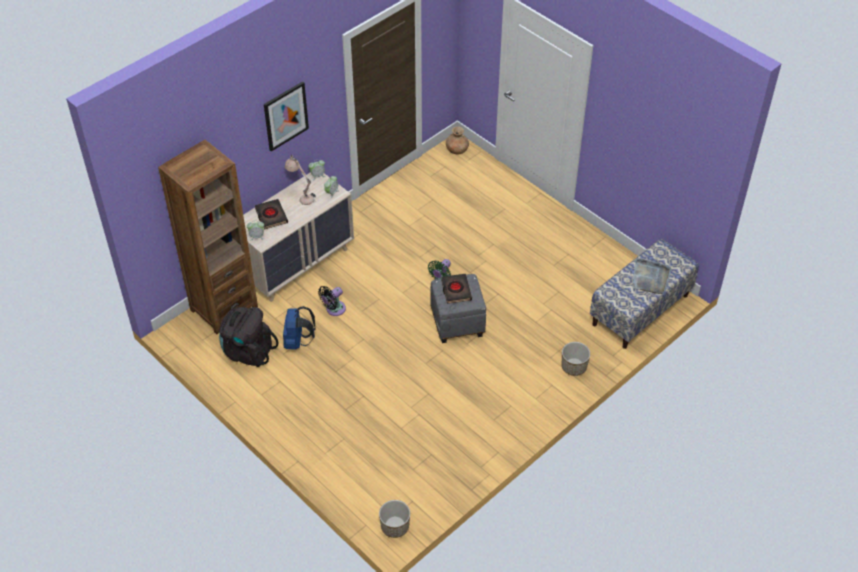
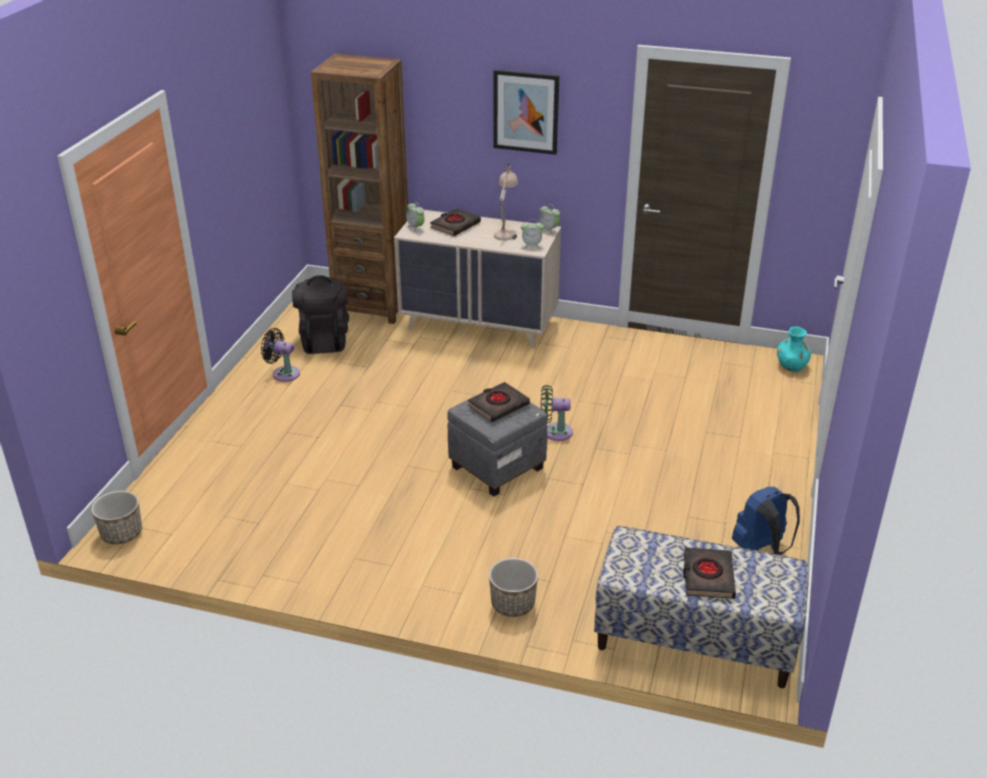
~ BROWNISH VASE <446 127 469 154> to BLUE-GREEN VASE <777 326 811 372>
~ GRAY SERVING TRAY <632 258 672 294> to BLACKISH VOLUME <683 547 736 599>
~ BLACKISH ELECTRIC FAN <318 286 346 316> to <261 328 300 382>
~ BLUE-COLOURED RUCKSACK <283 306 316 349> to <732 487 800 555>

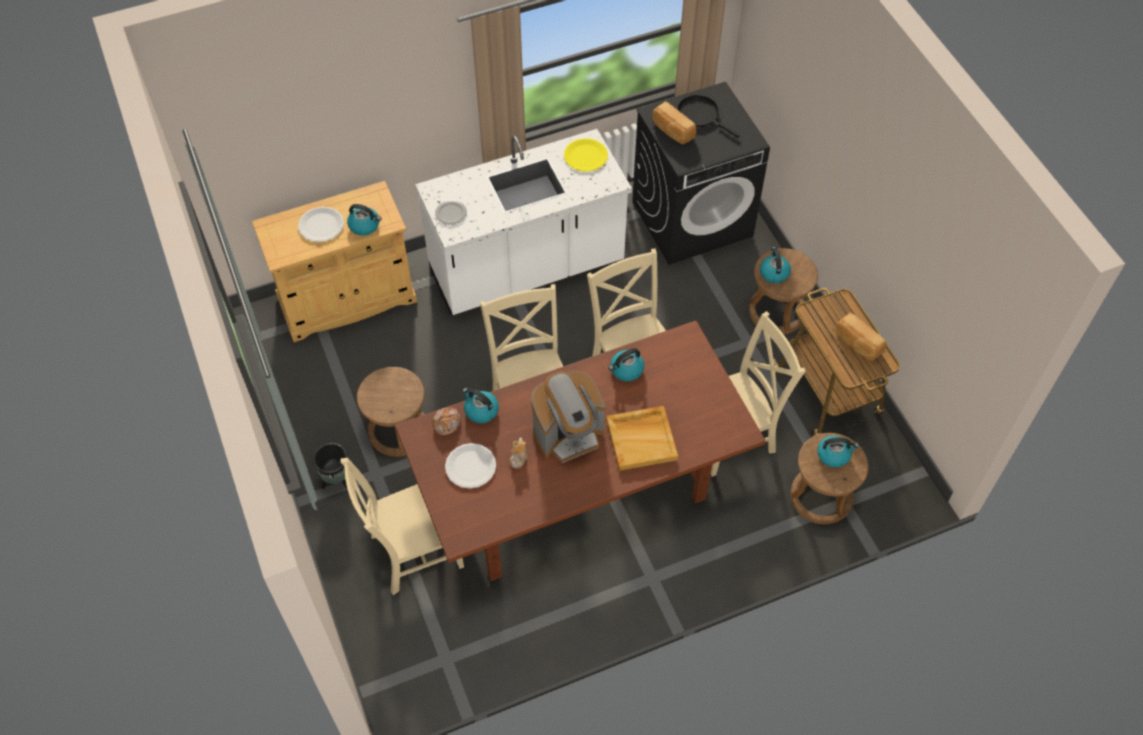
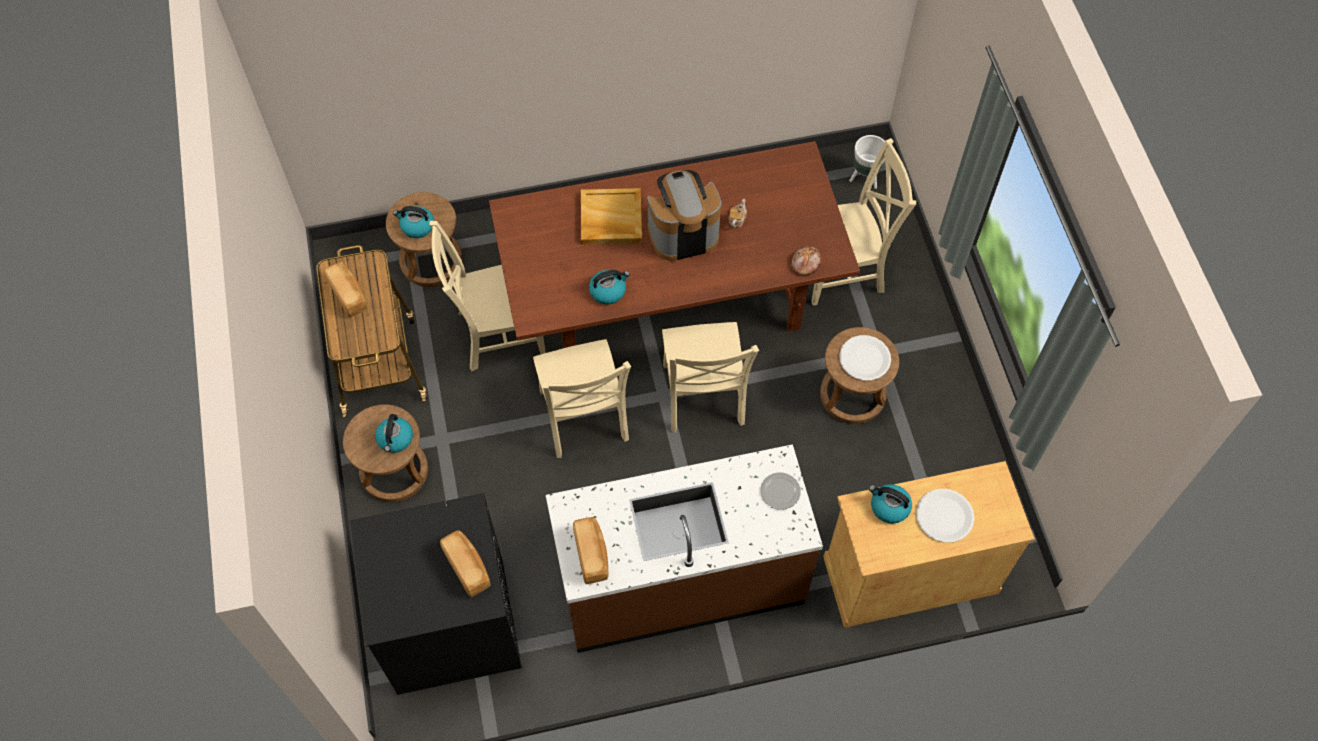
- BLACKISH PAN <677 95 740 138>
~ WHITE-COLOURED COUNTER <415 129 632 315> to BROWNISH COUNTER <546 444 823 653>
~ YELLOWISH FLAT DISH <564 138 608 172> to BAKERY BREAD <573 517 608 584>
- KETTLE <462 388 499 423>
- BLACKISH PLANTER <313 443 348 491>
~ WHITE-COLOURED FLAT DISH <445 443 496 488> to <839 335 891 381>
+ WHITE-COLOURED PLANTER <849 135 885 189>

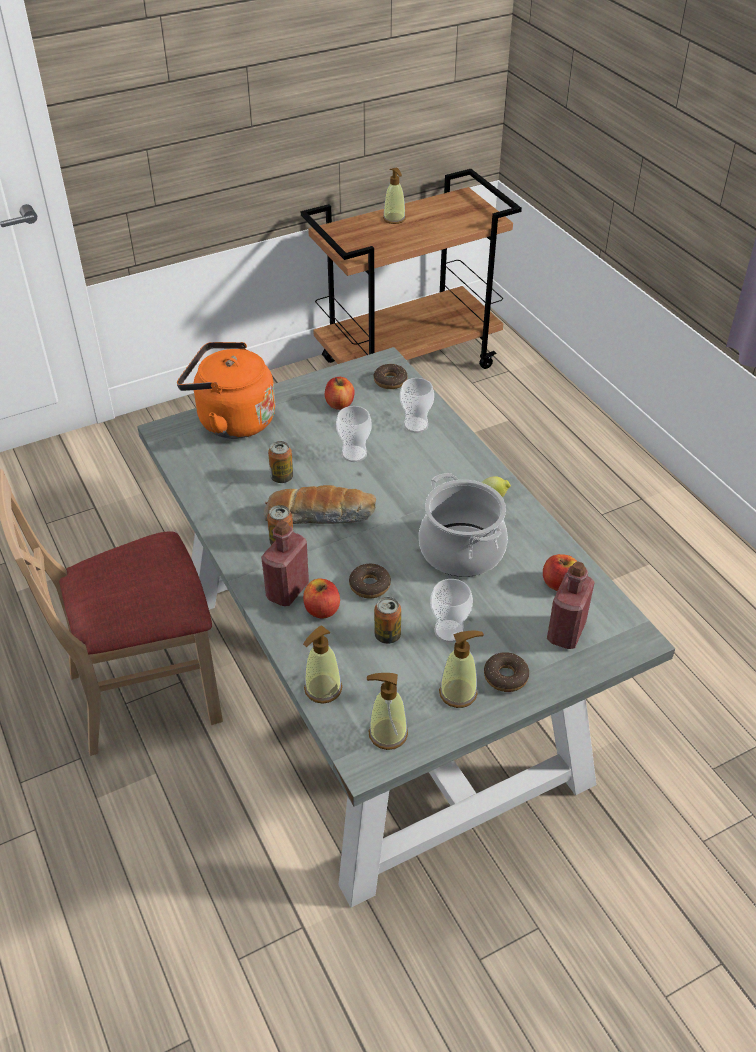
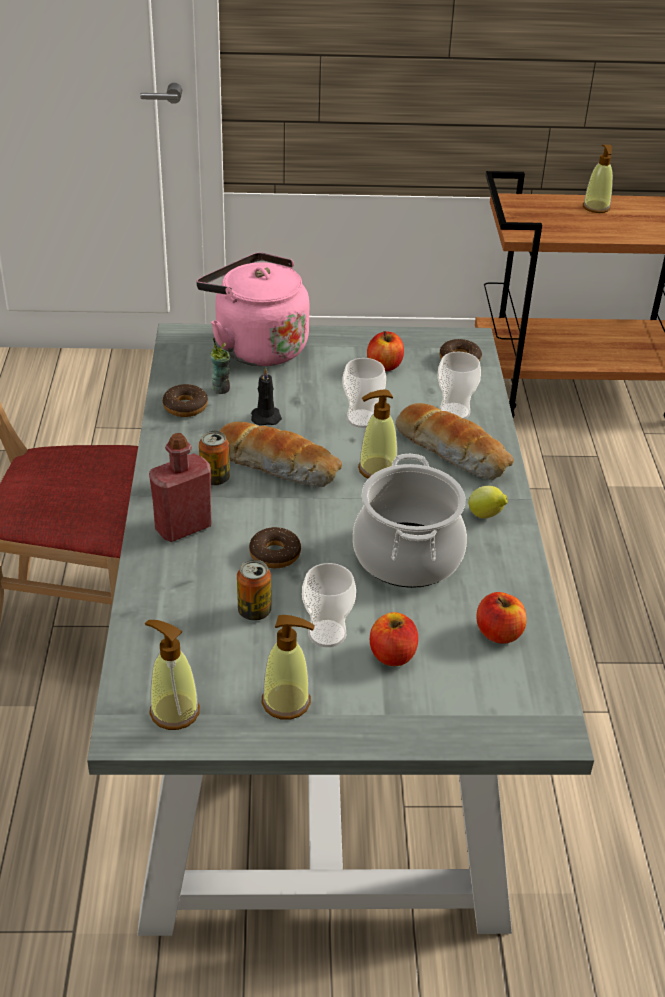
~ ORANGE KETTLE <177 342 275 439> to PINK-COLOURED KETTLE <196 253 309 366>
~ CAN <268 441 293 483> to BLACKISH WAX CANDLE <251 367 282 426>
- REDDISH DRINK BOTTLE <547 561 595 649>
~ APPLE <303 579 340 619> to <370 612 418 666>
~ LIQUID SOAP BOTTLE <303 625 342 704> to <358 389 397 478>
~ RING DOUGHNUT <484 652 529 692> to <163 384 208 417>
+ SMALL CUP <210 338 230 394>
+ BAKERY BREAD <395 403 514 480>

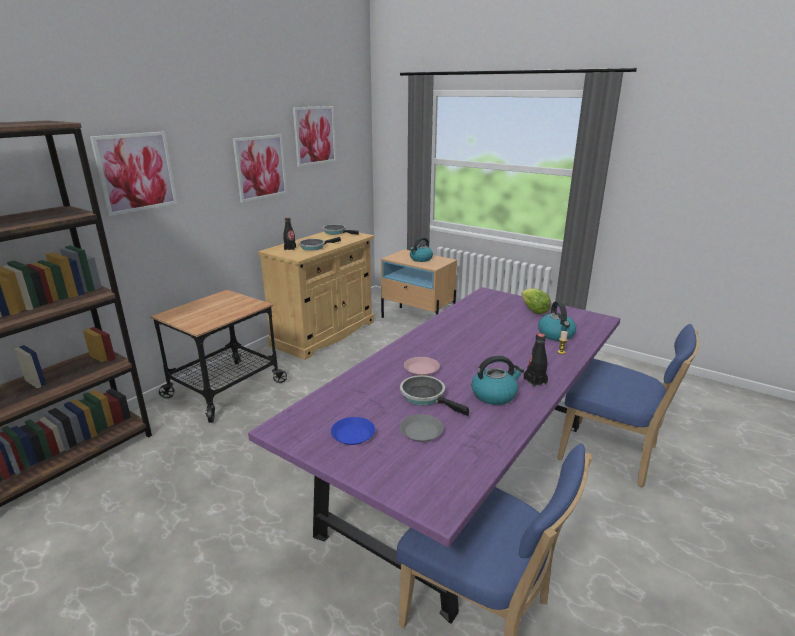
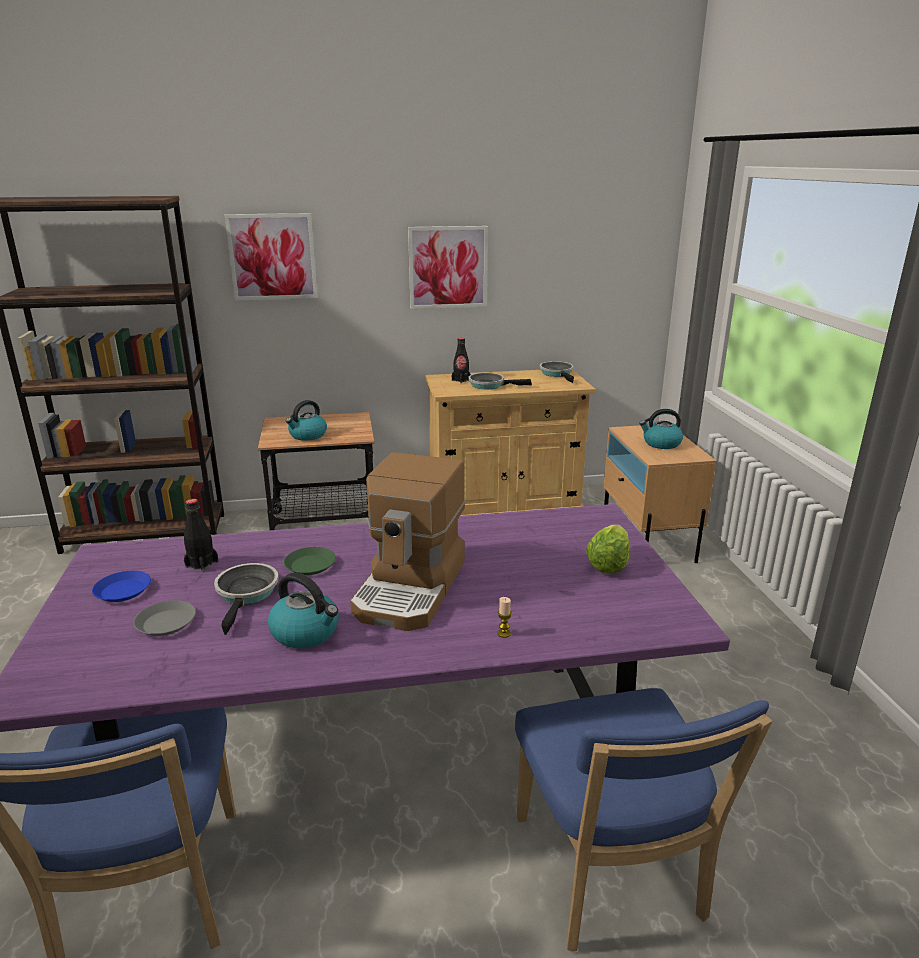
- WALL PICTURE <293 106 336 167>
~ KETTLE <538 301 576 341> to <286 400 327 441>
~ BLACKISH DRINK BOTTLE <524 333 548 387> to <184 499 218 572>
~ PINK-COLOURED FLAT DISH <404 357 440 376> to GREEN-COLOURED FLAT DISH <284 547 336 575>
+ COFFEE MAKER <350 452 466 631>

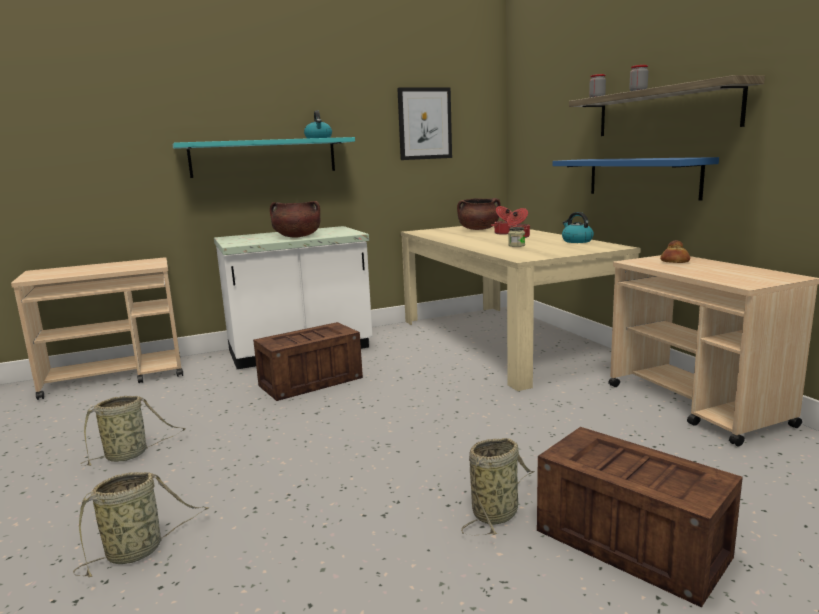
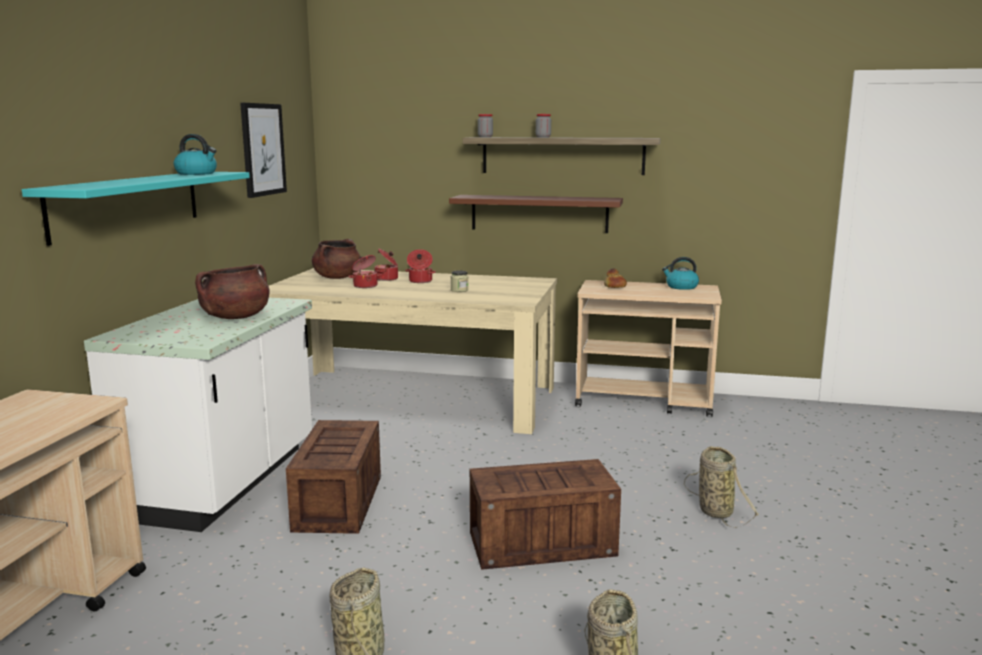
~ BLUE-COLOURED SHELF <553 157 719 201> to BROWNISH SHELF <449 195 623 233>
~ KETTLE <562 212 594 243> to <662 257 699 290>
~ CRATE <537 427 743 608> to <470 459 621 570>
+ STOCKPOT <348 255 382 288>

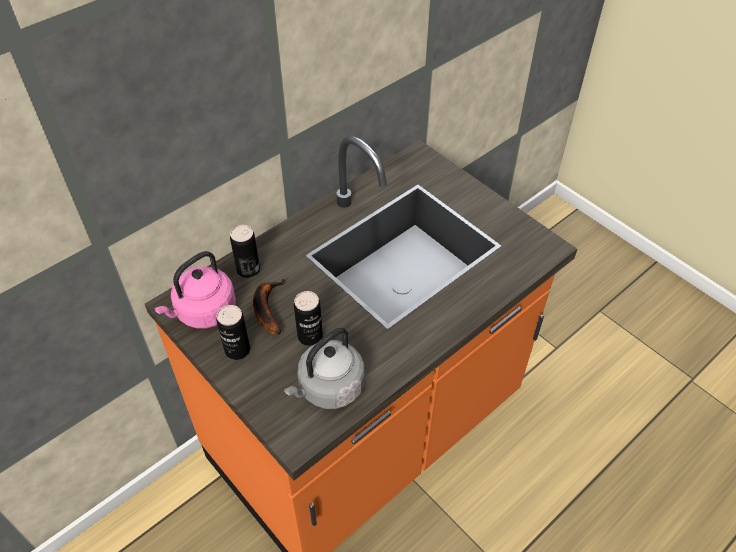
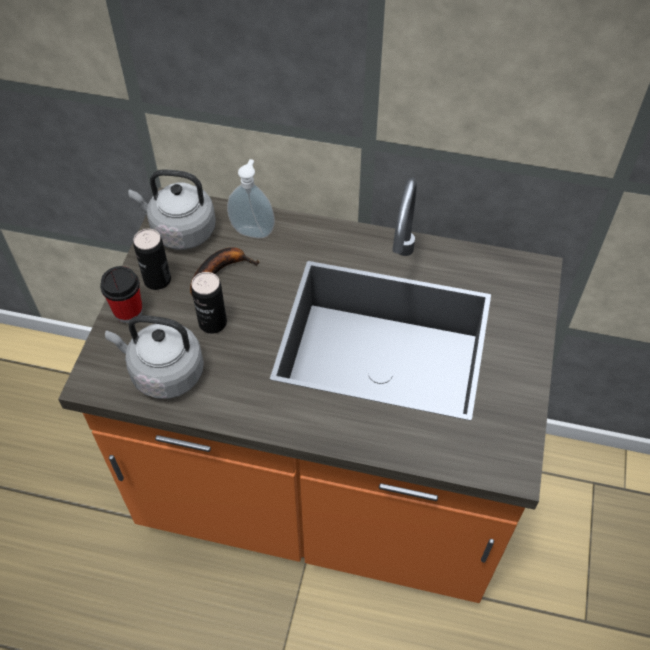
~ CAN <230 225 260 278> to LIQUID SOAP BOTTLE <227 159 275 238>
~ PINK-COLOURED KETTLE <154 251 236 329> to GRAY KETTLE <128 169 216 250>
+ SMALL CUP <100 266 143 323>

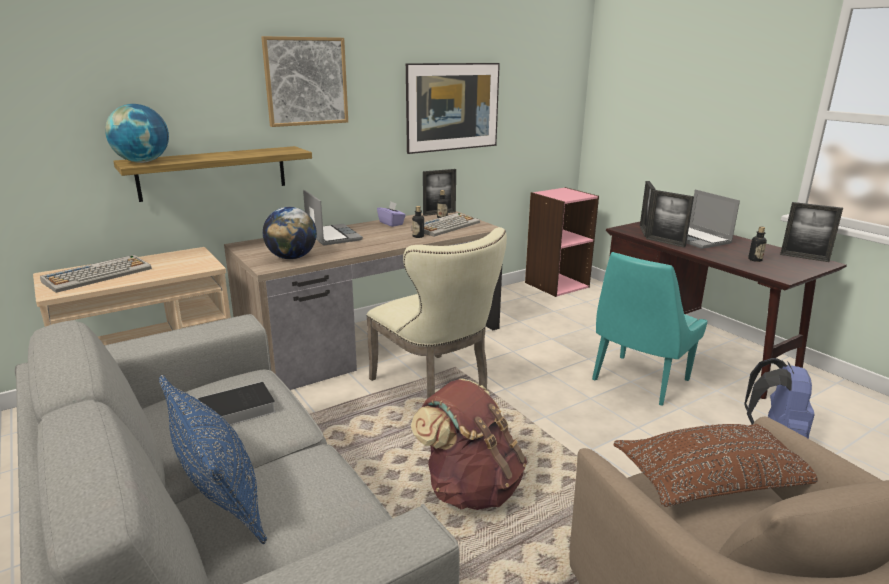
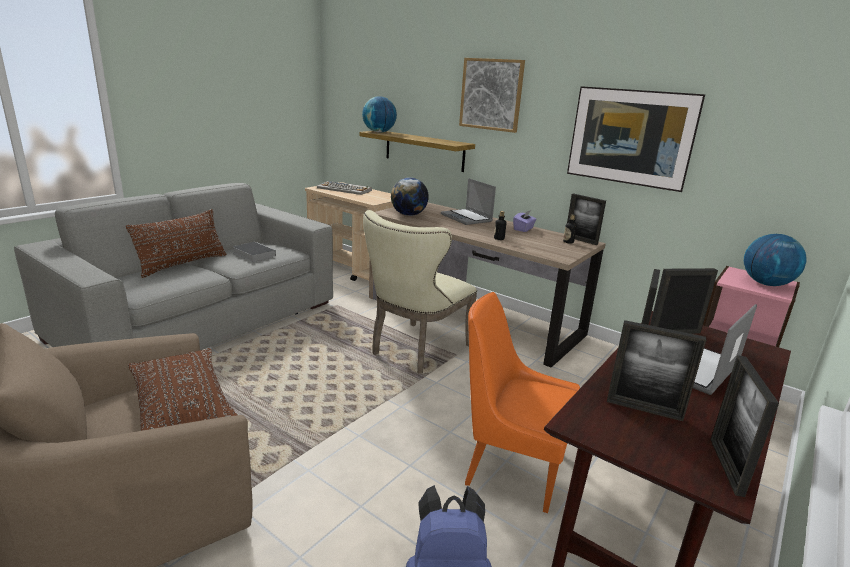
~ LAPTOP <303 190 363 246> = <441 178 496 225> 105 degrees clockwise
- COMPUTER KEYBOARD <411 213 480 237>
~ DRINK BOTTLE <748 226 767 262> to PHOTO FRAME <607 320 706 421>
~ BLUE-GREEN PLAIN CHAIR <592 252 708 406> to ORANGE PLAIN CHAIR <465 292 580 513>
~ BLUE-COLOURED THROW PILLOW <159 375 267 544> to BROWNISH THROW PILLOW <126 209 227 278>
- BROWNISH RUCKSACK <411 379 527 510>
+ DESK GLOBE <744 234 807 286>

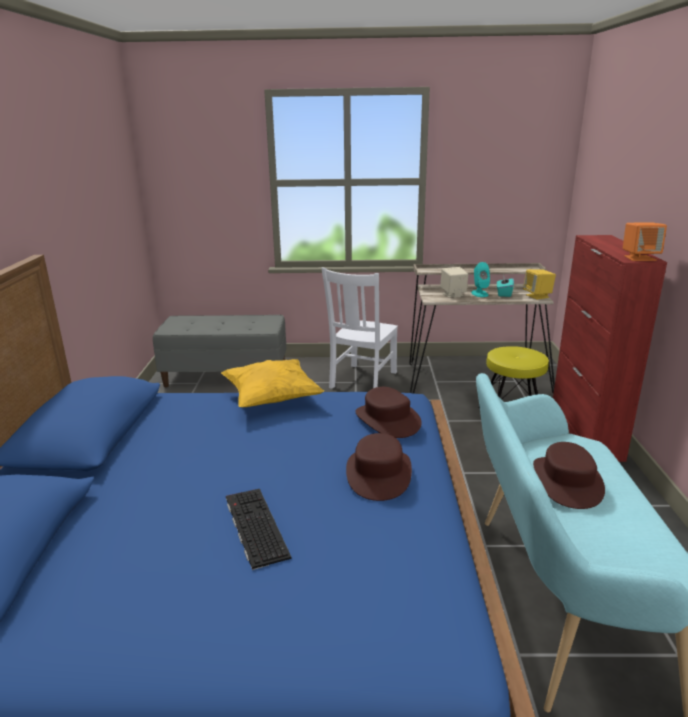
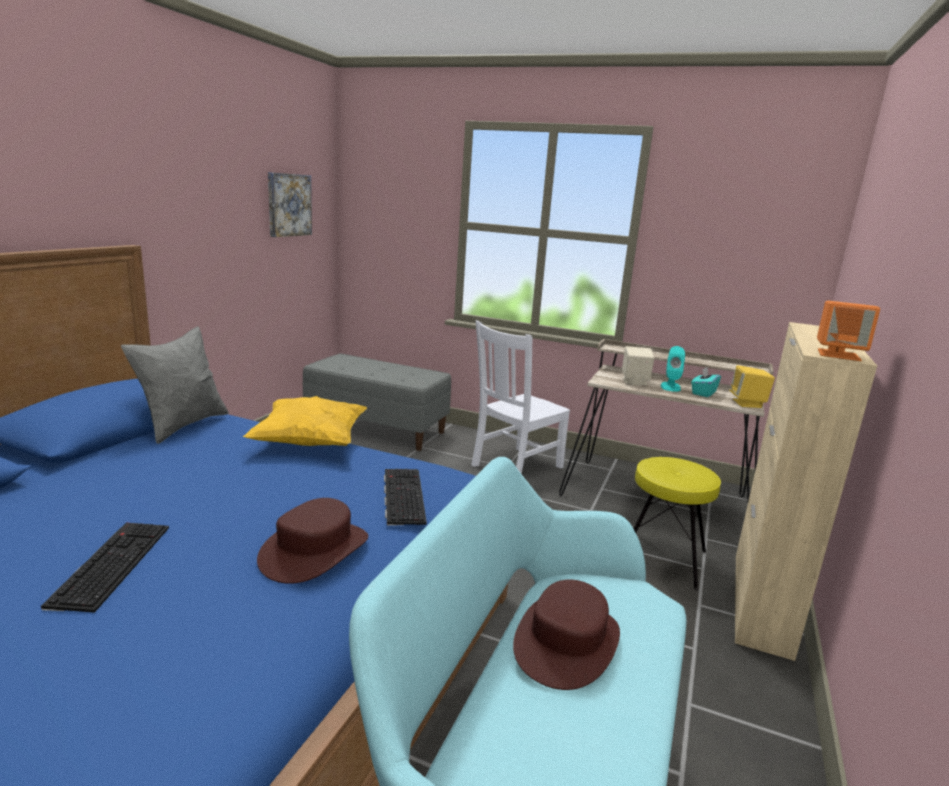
~ REDDISH CABINET <553 235 667 462> to BEIGE-COLOURED CABINET <735 322 877 661>
~ BROWNISH CLOTHING HAT <355 387 422 438> to COMPUTER KEYBOARD <384 469 427 526>
+ WALL PICTURE <268 172 312 237>
+ GRAY THROW PILLOW <121 326 229 444>

